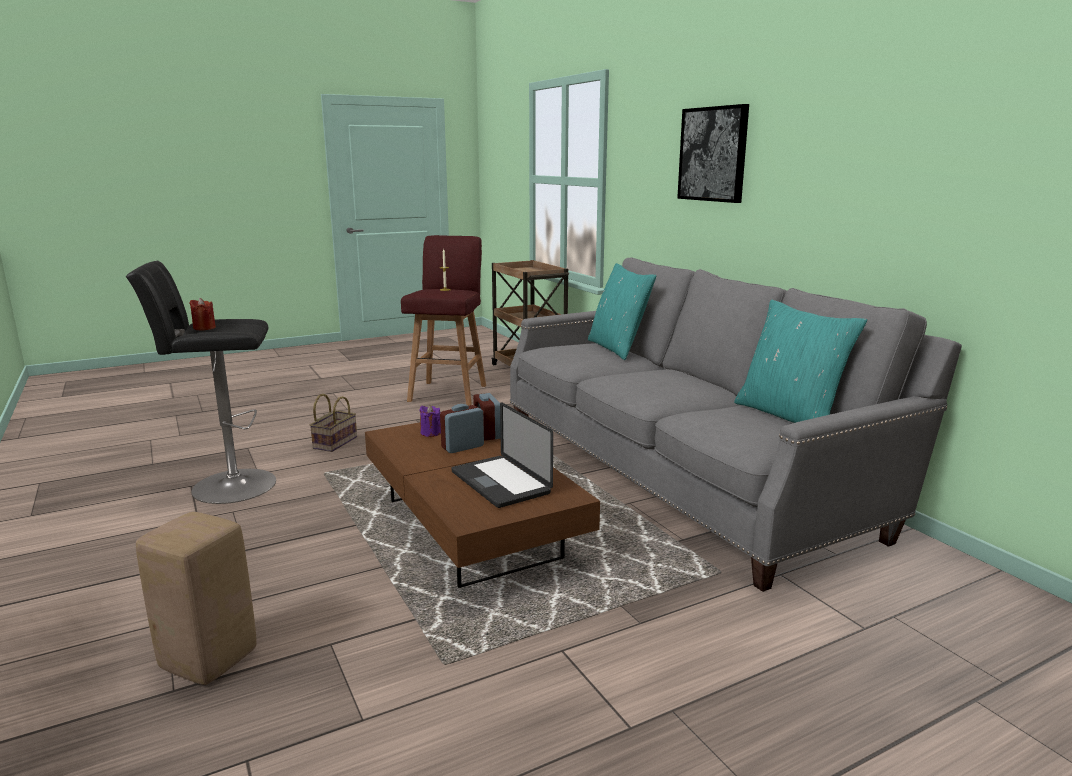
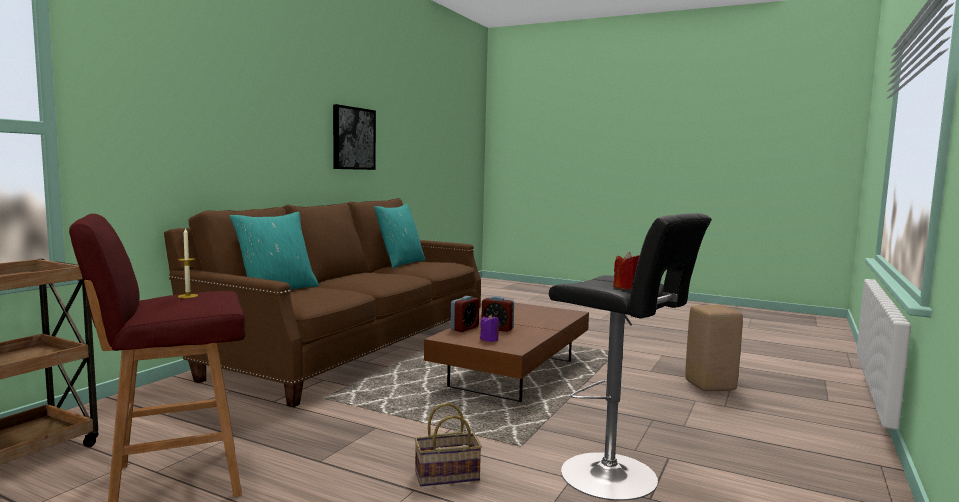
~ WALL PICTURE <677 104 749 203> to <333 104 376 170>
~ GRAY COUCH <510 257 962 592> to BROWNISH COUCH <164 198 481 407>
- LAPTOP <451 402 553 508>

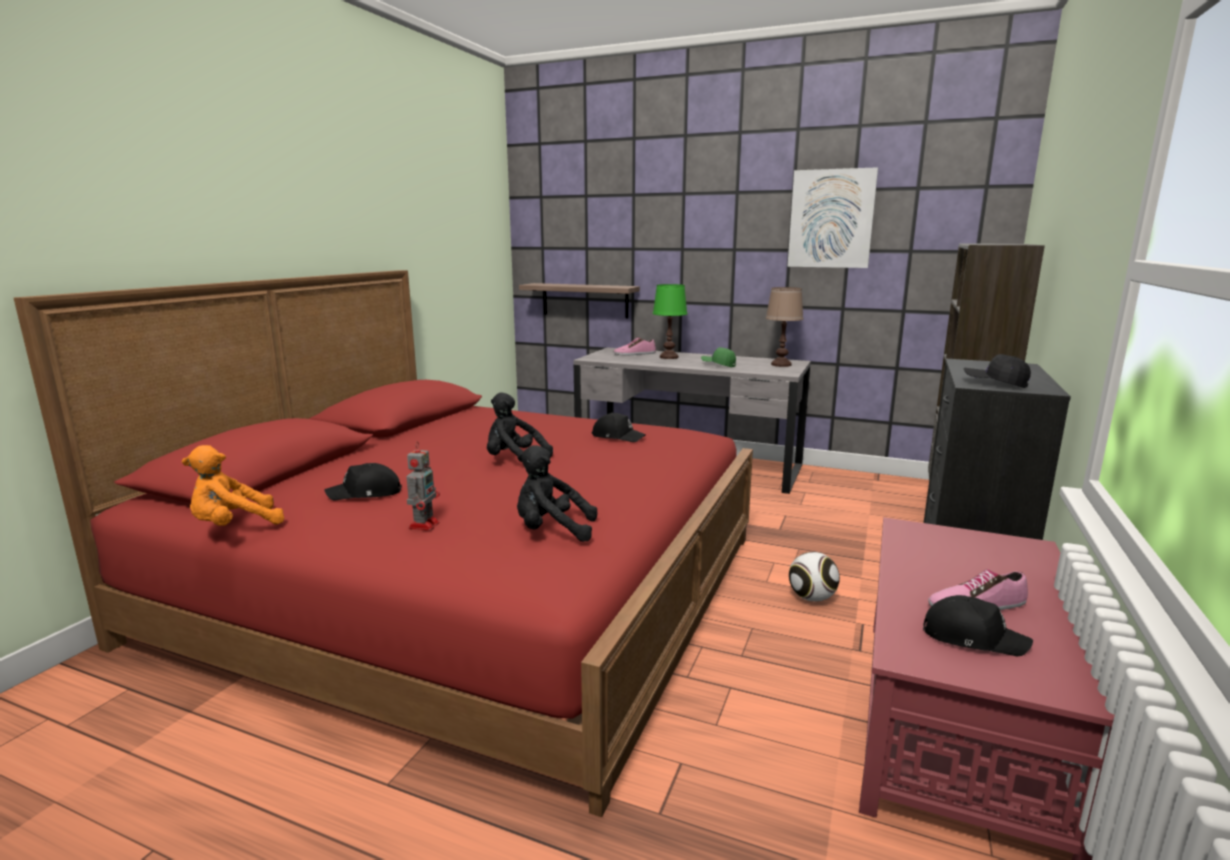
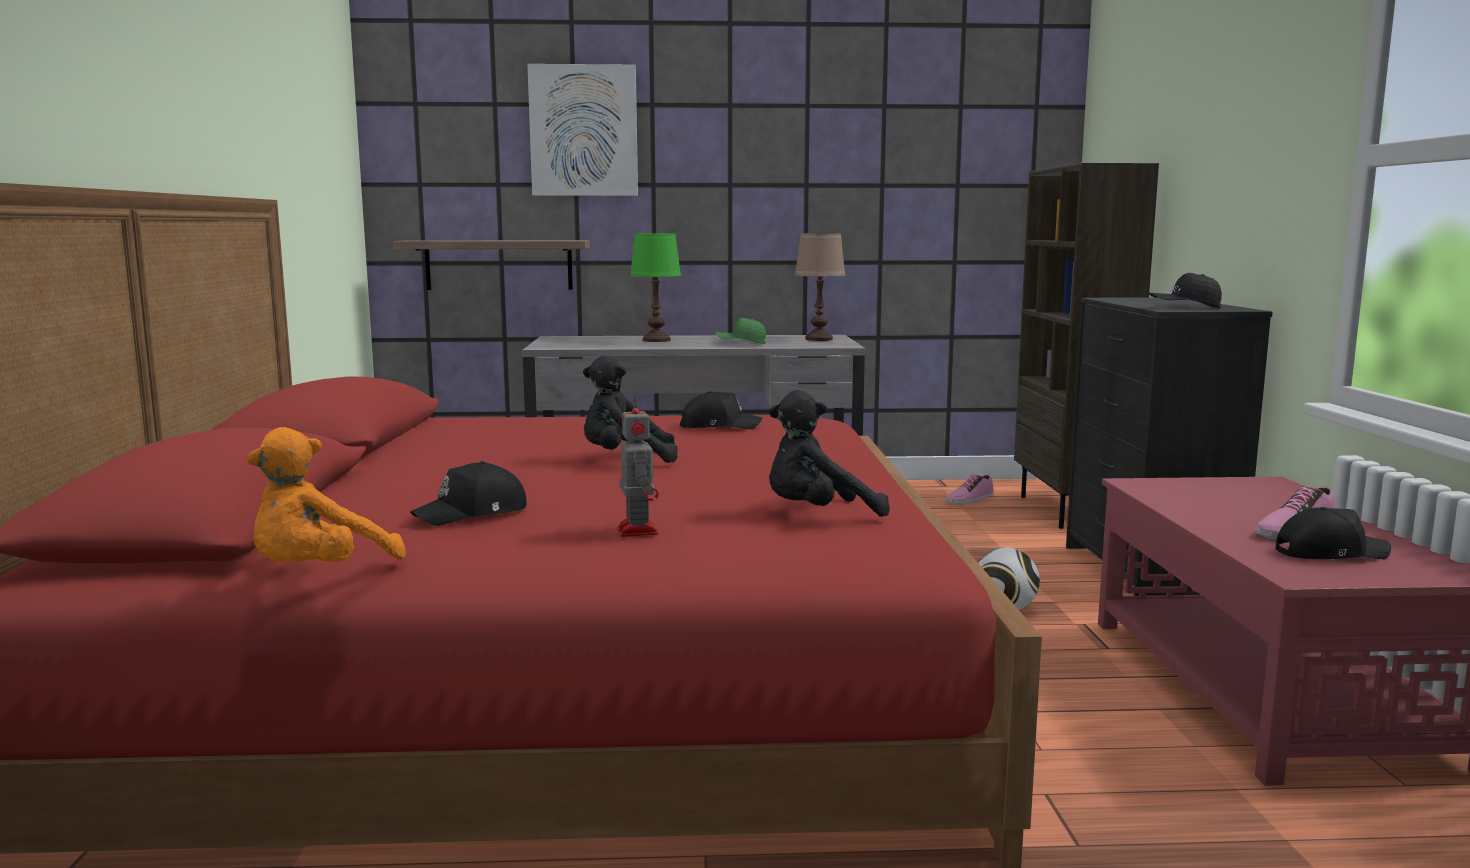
~ WALL PICTURE <787 167 878 268> to <527 64 638 196>
~ ITEM OF FOOTWEAR <613 338 656 355> to <946 475 993 504>

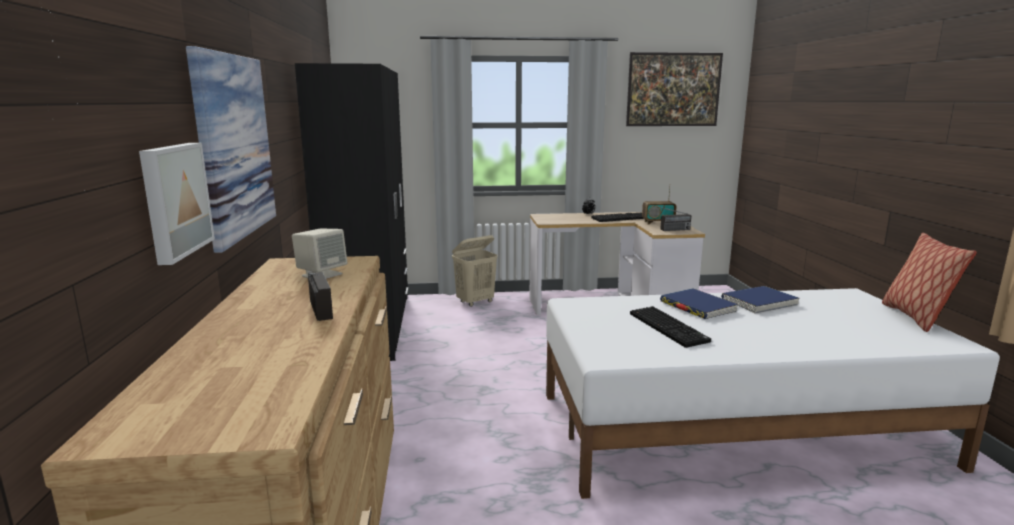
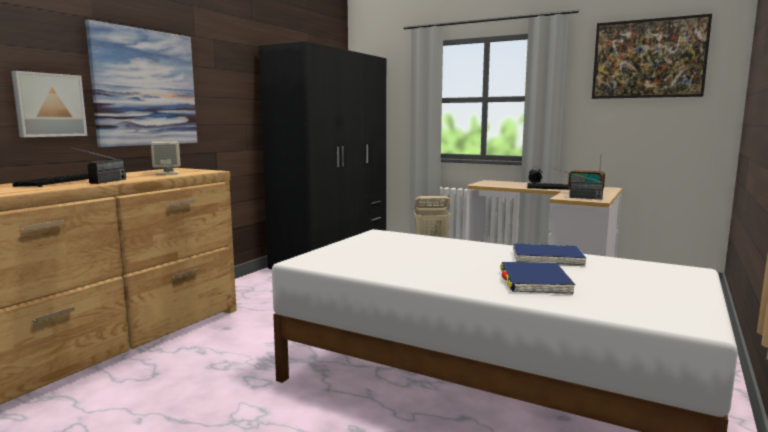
- THROW PILLOW <882 233 977 332>
~ BLUE-COLOURED VOLUME <660 288 739 319> to <500 262 575 295>
~ COMPUTER KEYBOARD <630 306 711 348> to <13 173 89 187>

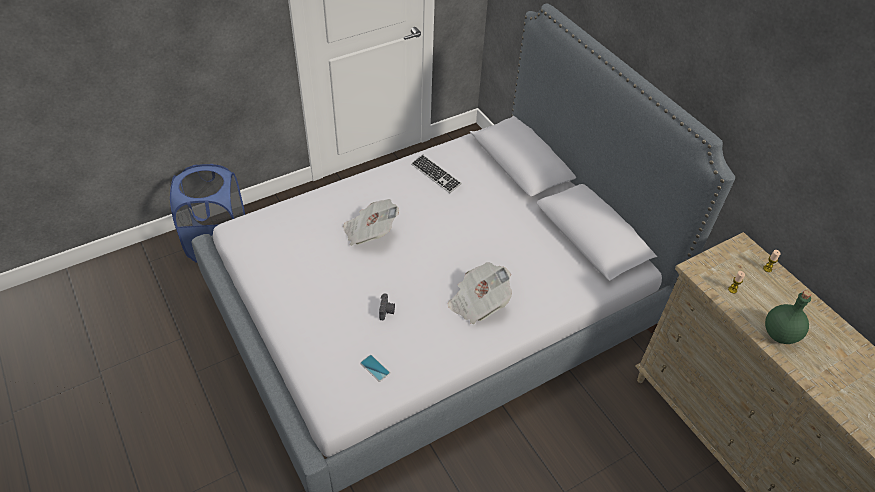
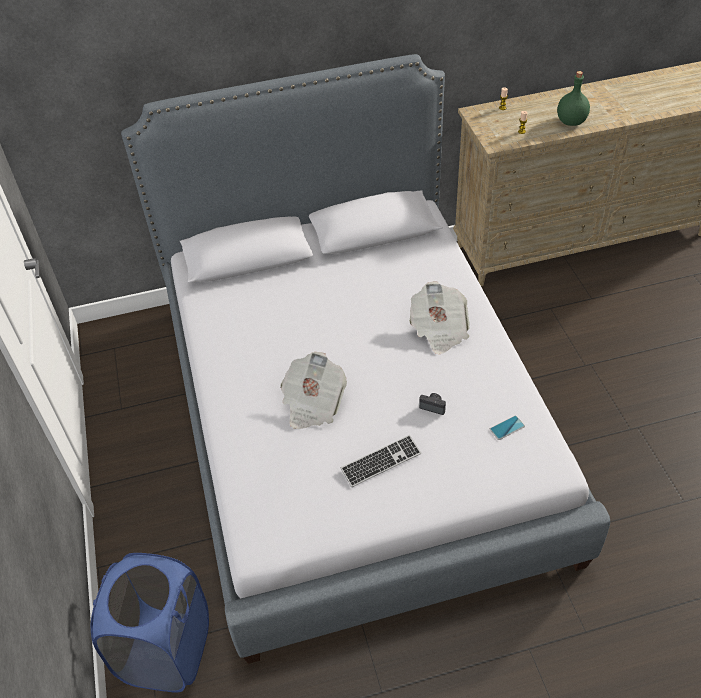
~ COMPUTER KEYBOARD <411 155 462 193> to <341 435 421 487>

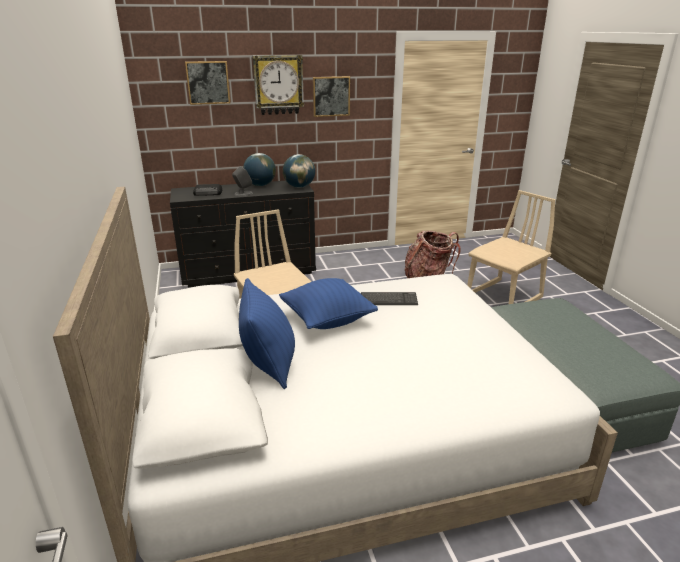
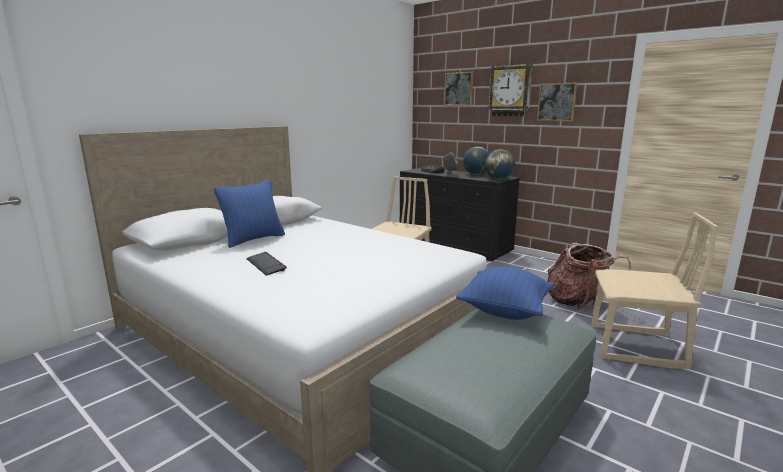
~ BLUE-COLOURED THROW PILLOW <279 278 378 329> to <456 267 554 320>
~ COMPUTER KEYBOARD <361 292 418 305> to <246 252 287 276>

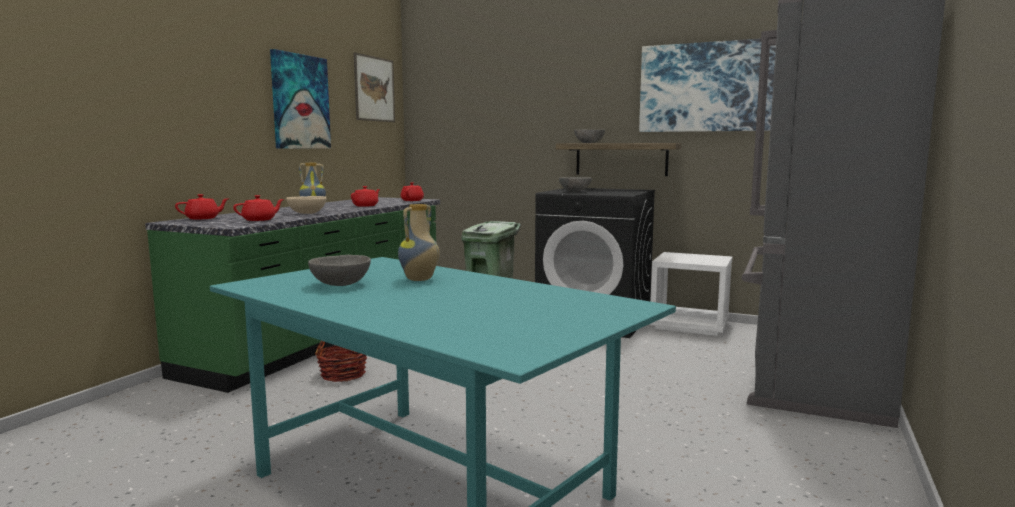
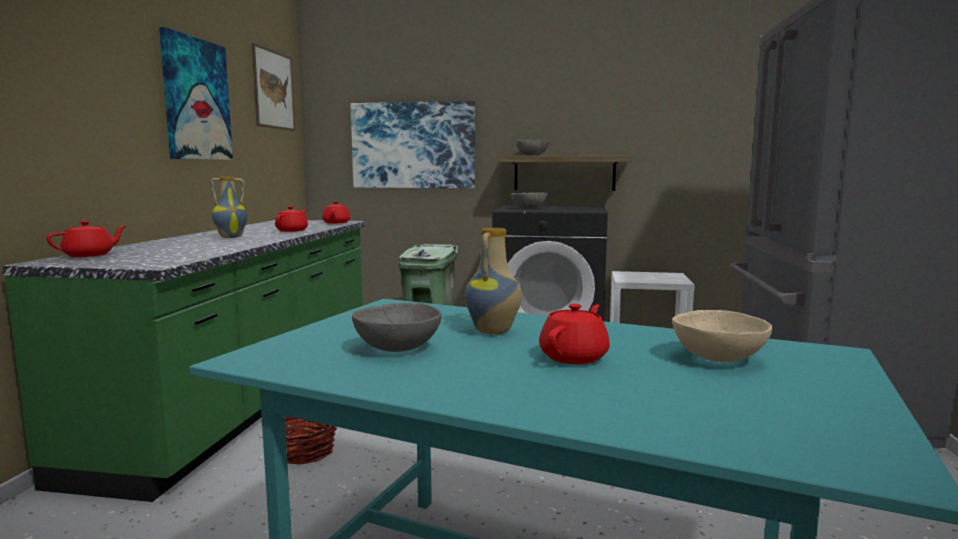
~ WALL PICTURE <639 38 776 132> to <351 101 475 188>
~ REDDISH POT FOR TEA <233 195 284 221> to <539 303 610 364>
~ BEIGE-COLOURED DEEP DISH <286 196 326 214> to <672 310 772 362>

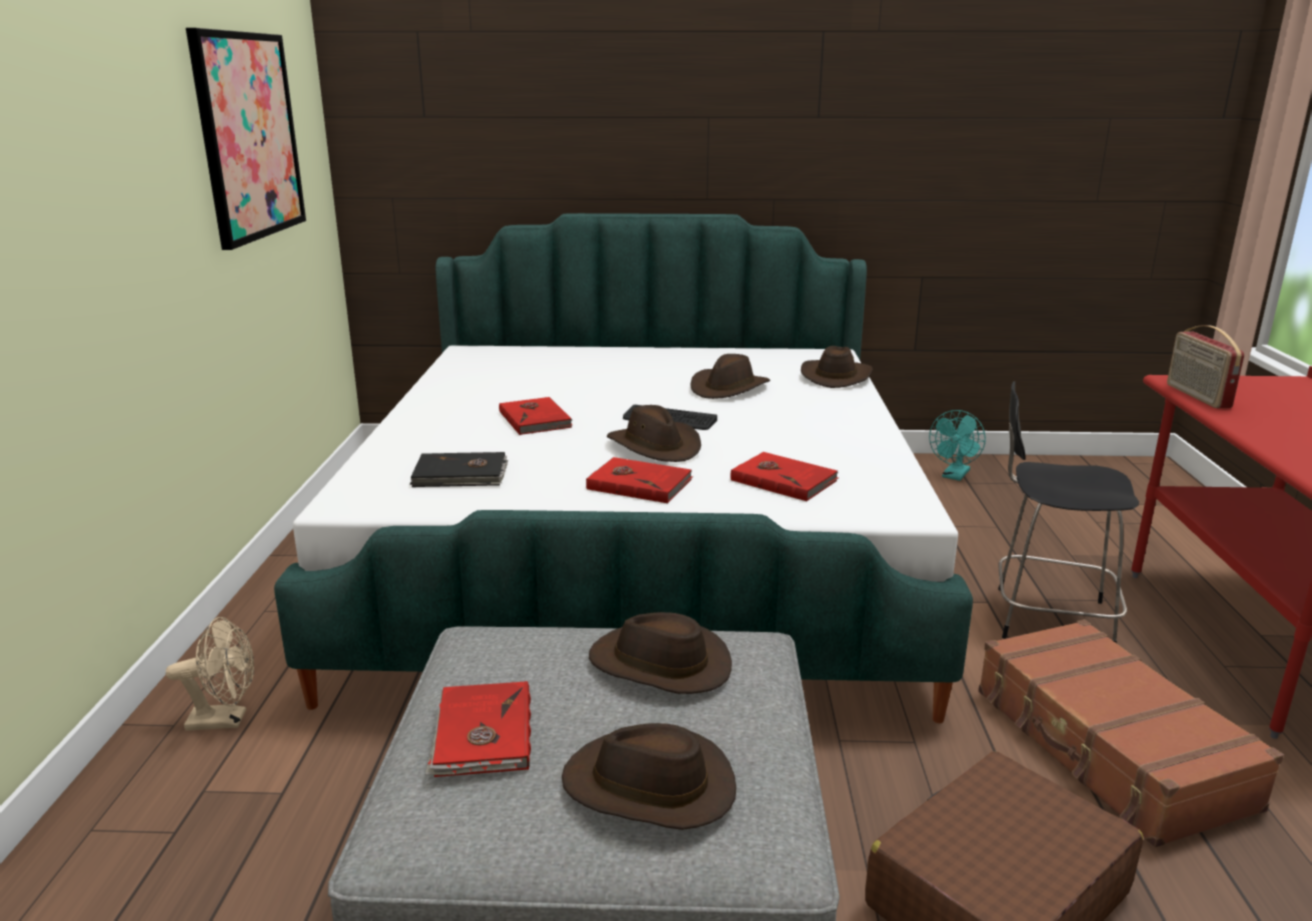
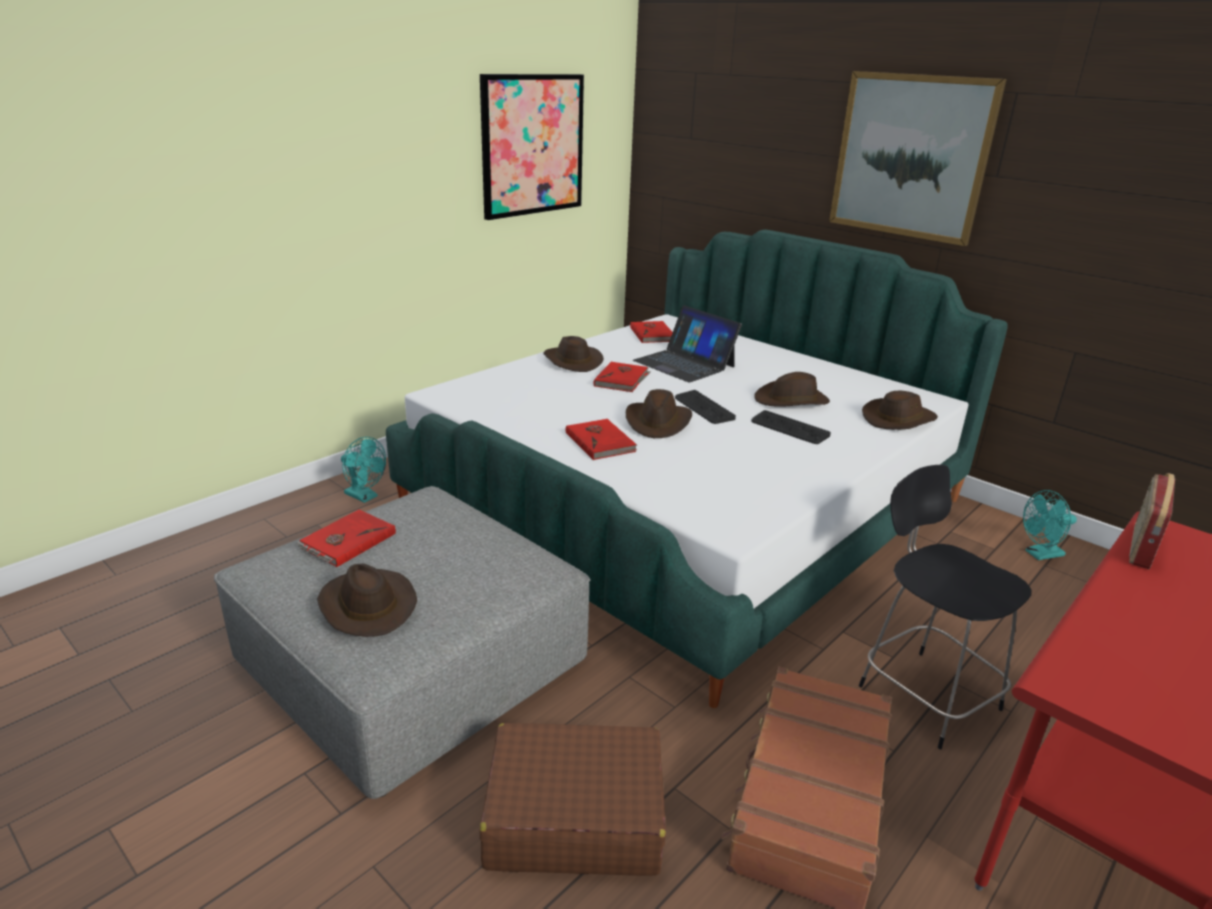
- BLACKISH VOLUME <410 452 508 487>
~ REDDISH VOLUME <731 452 839 501> to <630 321 673 343>
~ BROWNISH CLOTHING HAT <589 612 732 694> to <543 336 604 372>
~ BEIGE-COLOURED ELECTRIC FAN <166 617 254 731> to BLUE-GREEN ELECTRIC FAN <341 437 386 503>
+ WALL PICTURE <829 71 1007 246>
+ LAPTOP <633 305 742 383>
+ COMPUTER KEYBOARD <751 410 831 444>

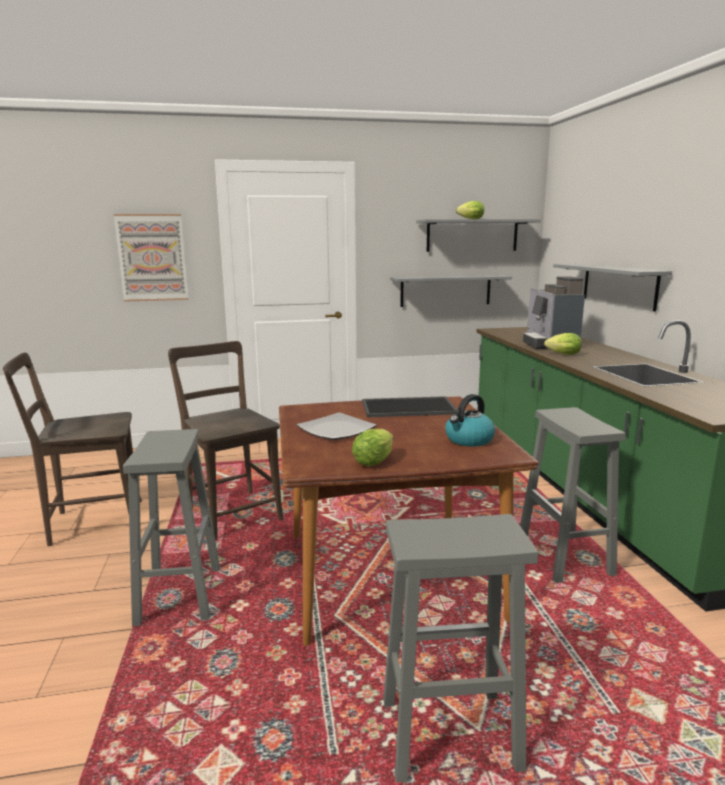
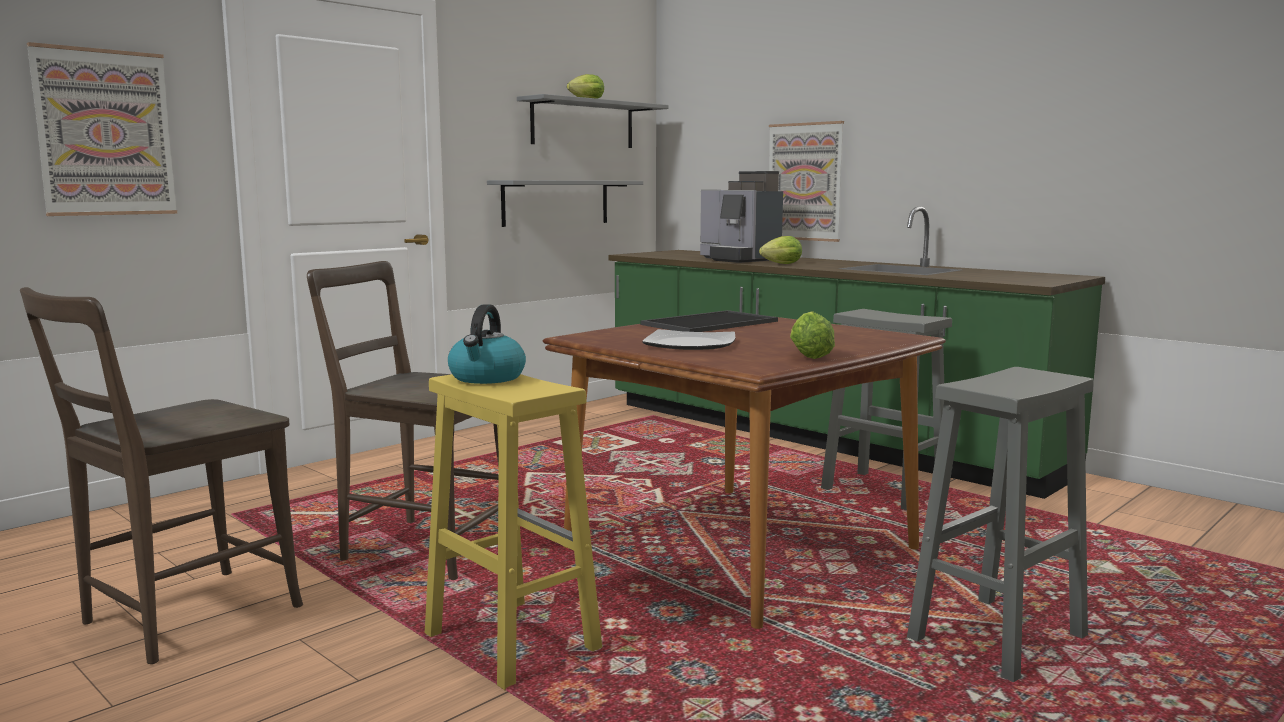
~ GRAY SHELF <553 264 672 311> to WALL PICTURE <769 121 844 242>
~ KETTLE <445 394 495 447> to <448 304 526 384>
~ GRAY STOOL <123 429 220 627> to YELLOWISH STOOL <425 374 602 690>

